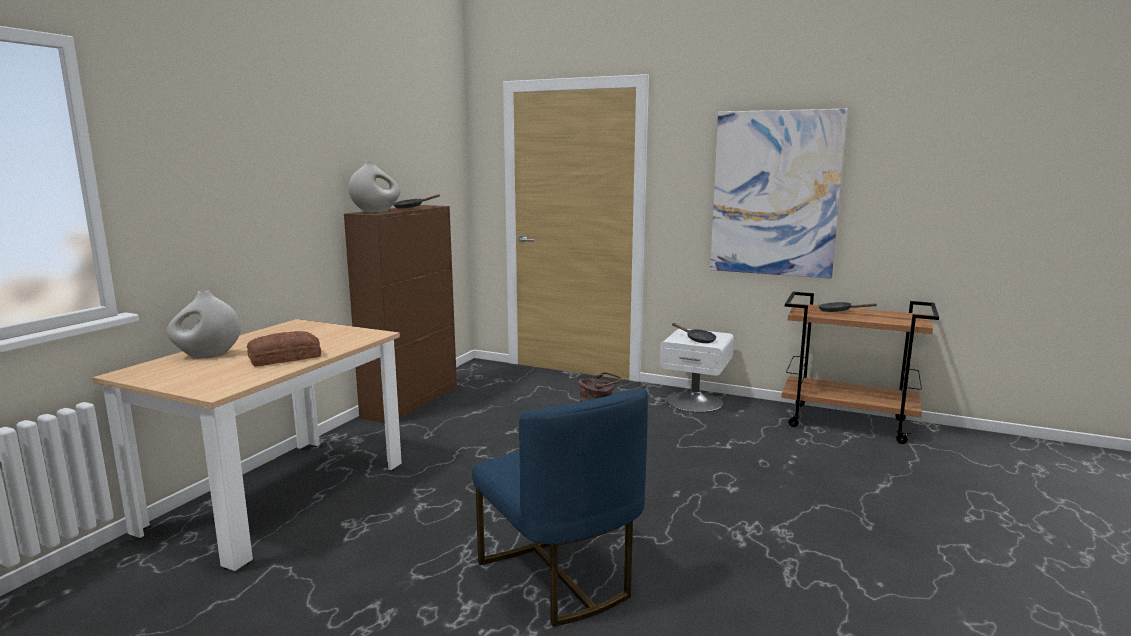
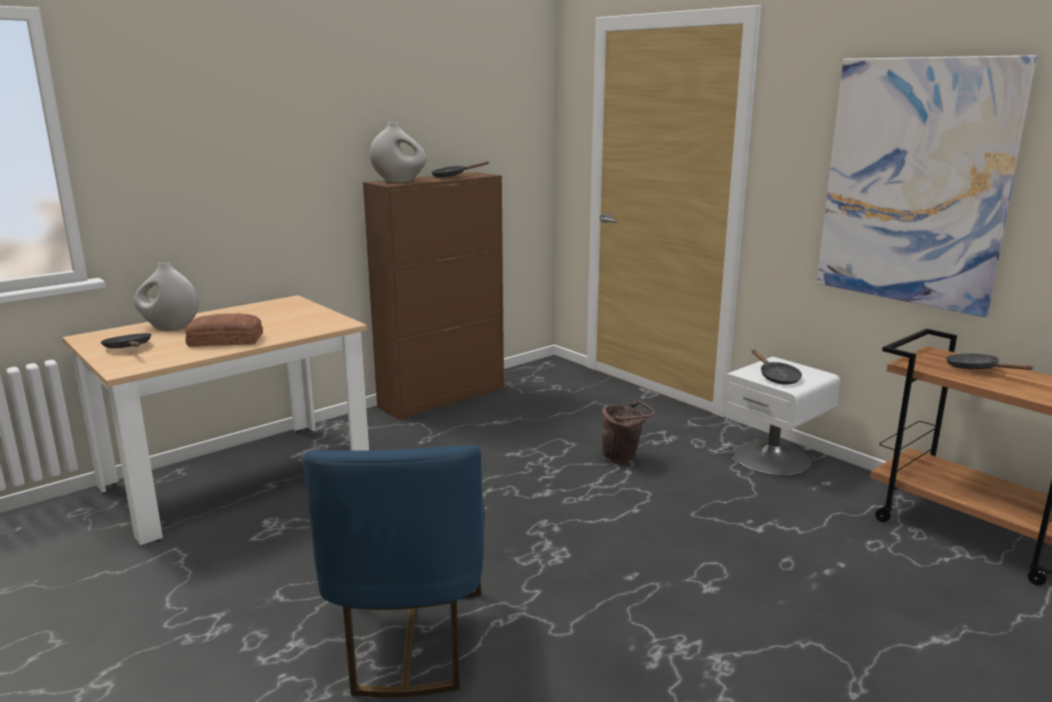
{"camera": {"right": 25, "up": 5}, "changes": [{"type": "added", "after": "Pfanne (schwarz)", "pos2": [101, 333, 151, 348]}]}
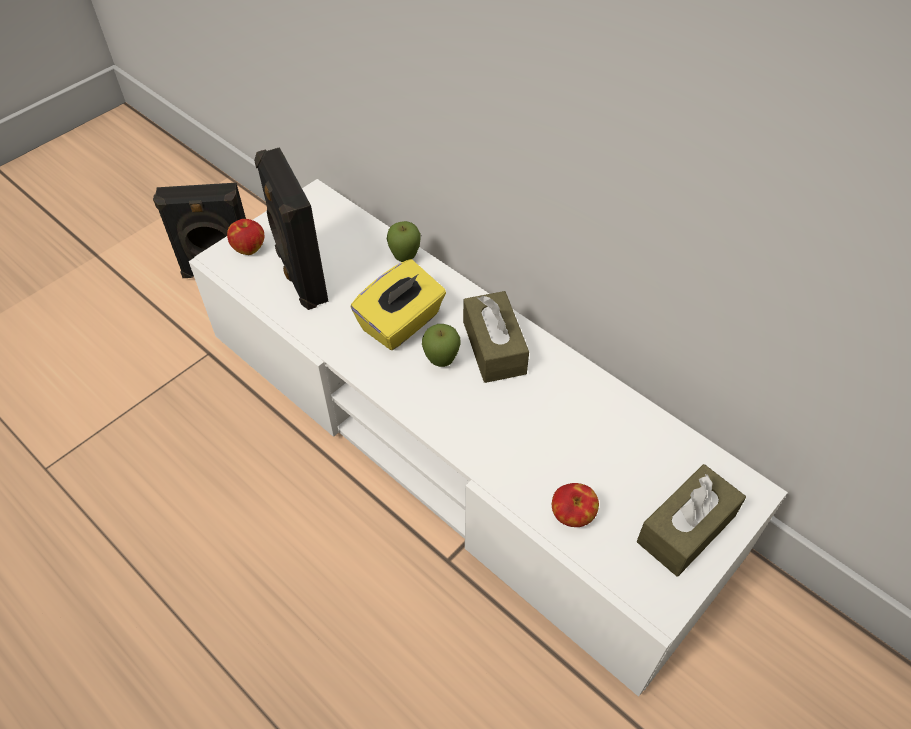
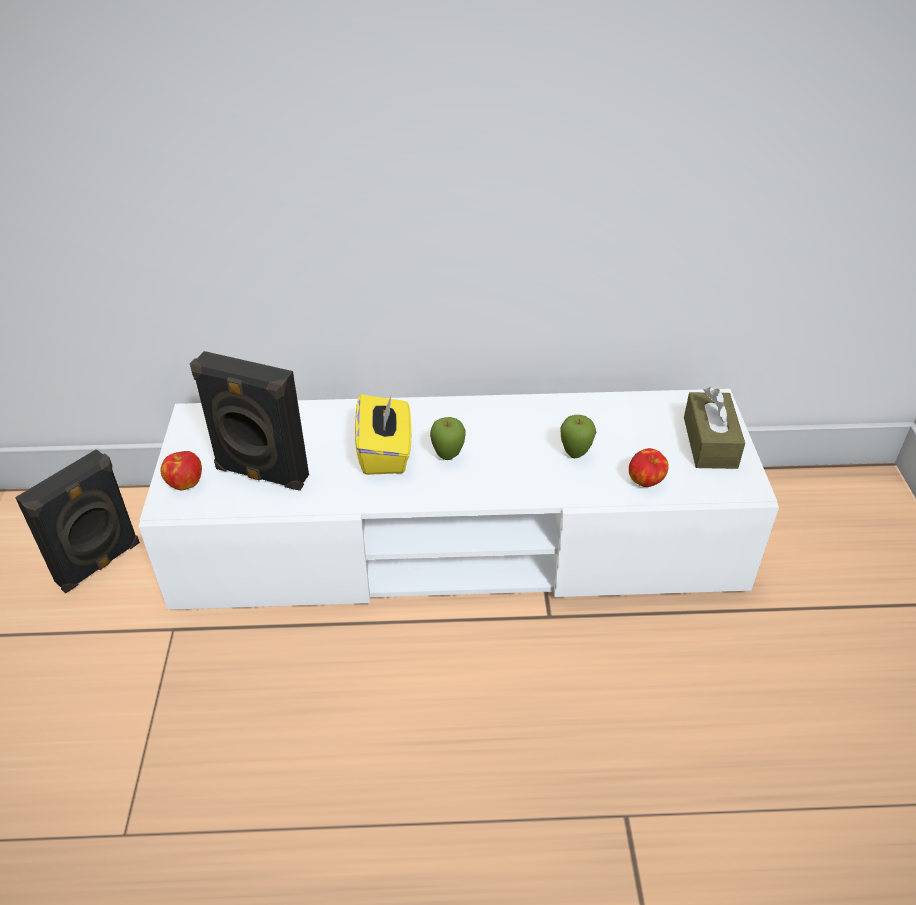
{"camera": {"right": -45, "up": -10}, "changes": [{"type": "moved", "before": "Apfel", "pos1": [387, 221, 421, 262], "pos2": [560, 415, 596, 458]}, {"type": "removed", "before": "Taschentuchbox (braun)", "pos1": [463, 291, 529, 383]}]}
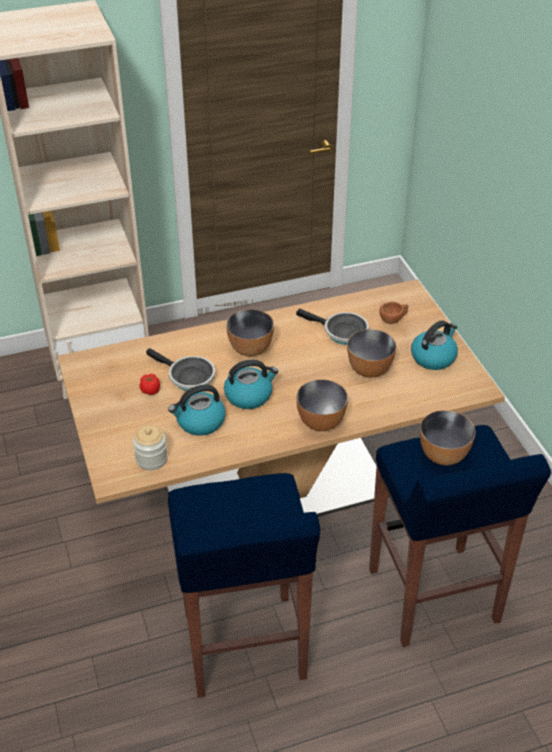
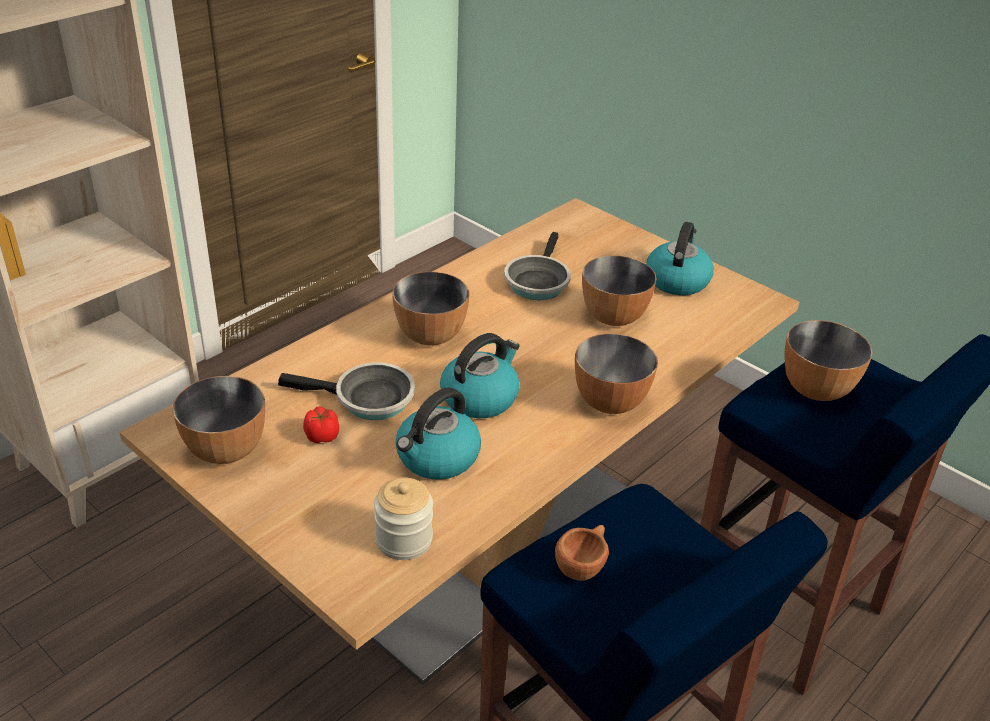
{"camera": {"right": -30, "up": -5}, "changes": [{"type": "moved", "before": "Tasse (braun)", "pos1": [379, 301, 408, 324], "pos2": [555, 525, 609, 581]}, {"type": "turned", "before": "Pfanne", "pos1": [296, 308, 369, 345], "pos2": [504, 232, 571, 300], "turn": 105}, {"type": "added", "after": "Schüssel", "pos2": [172, 376, 265, 464]}]}
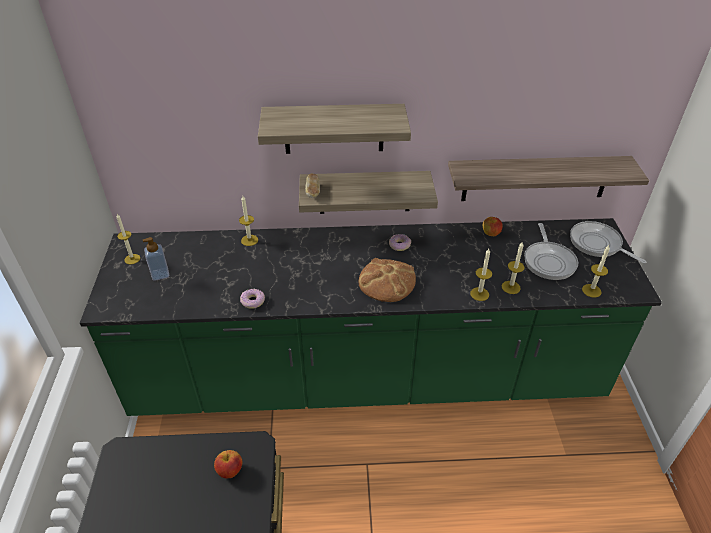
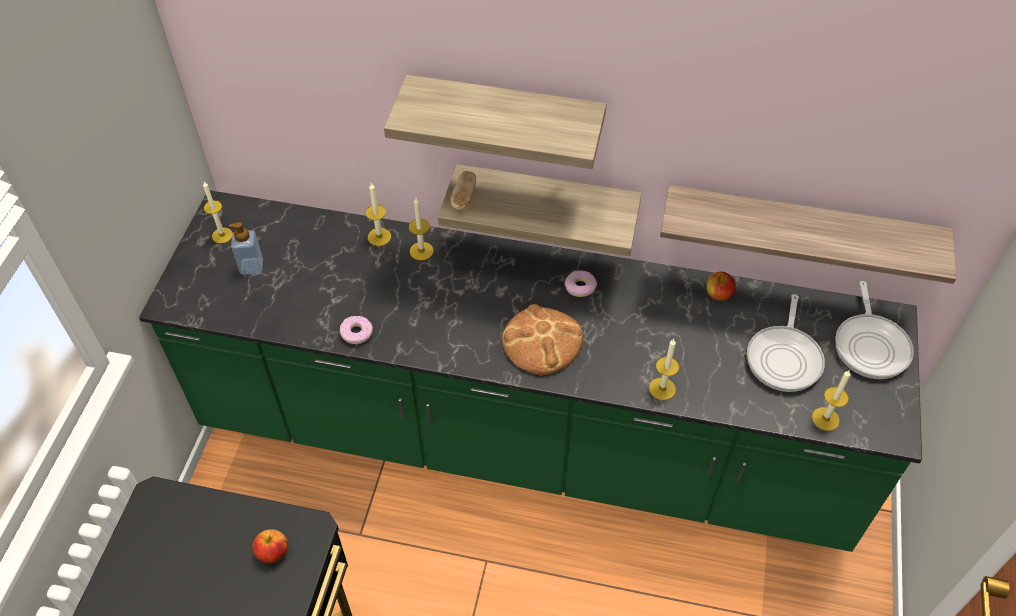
{"camera": {"right": 15, "up": 10}, "changes": [{"type": "turned", "before": "Pfanne", "pos1": [570, 221, 646, 264], "pos2": [835, 281, 914, 379], "turn": -150}, {"type": "moved", "before": "Kerze", "pos1": [502, 242, 525, 294], "pos2": [409, 198, 434, 260]}]}
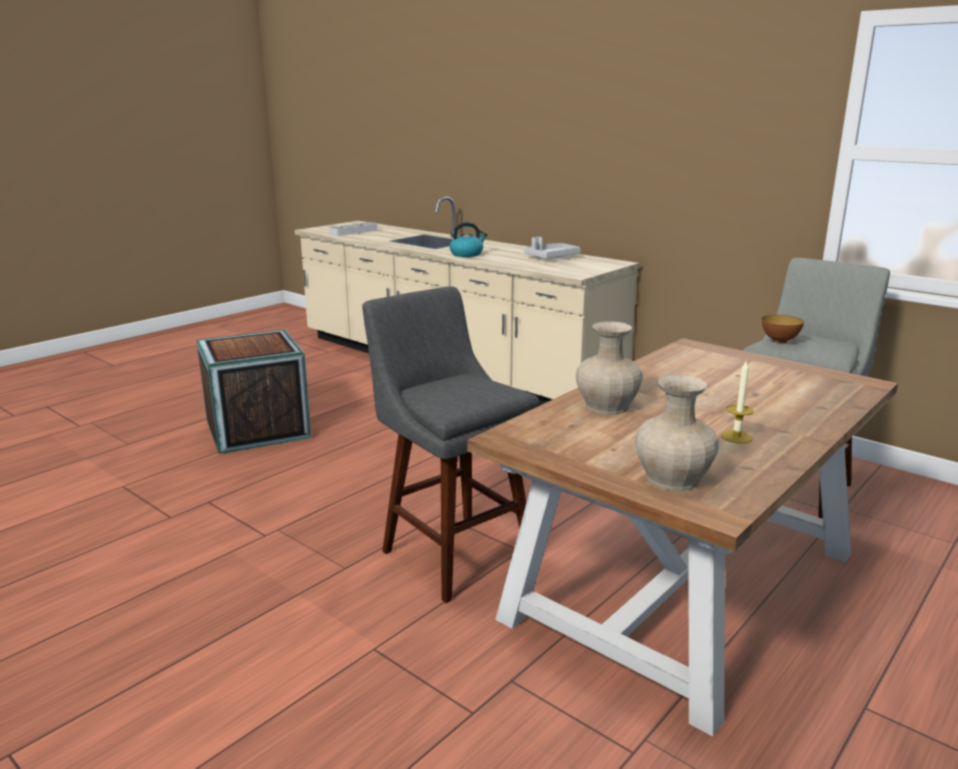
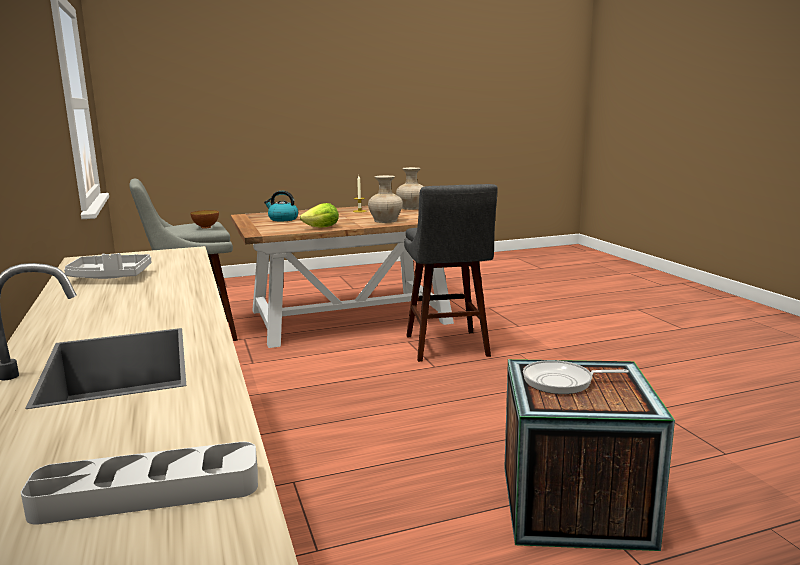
{"camera": {"right": -150, "up": -5}, "changes": [{"type": "moved", "before": "Wasserkessel", "pos1": [450, 222, 487, 257], "pos2": [264, 191, 298, 221]}, {"type": "added", "after": "Salatkopf", "pos2": [300, 203, 339, 228]}, {"type": "added", "after": "Pfanne", "pos2": [523, 360, 629, 394]}]}
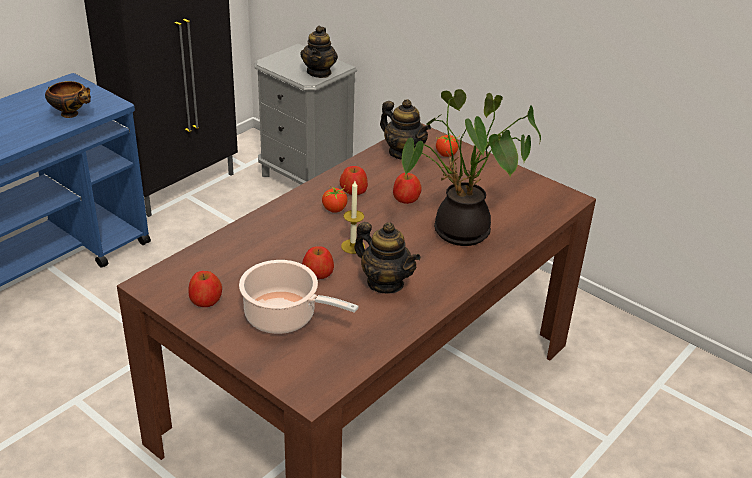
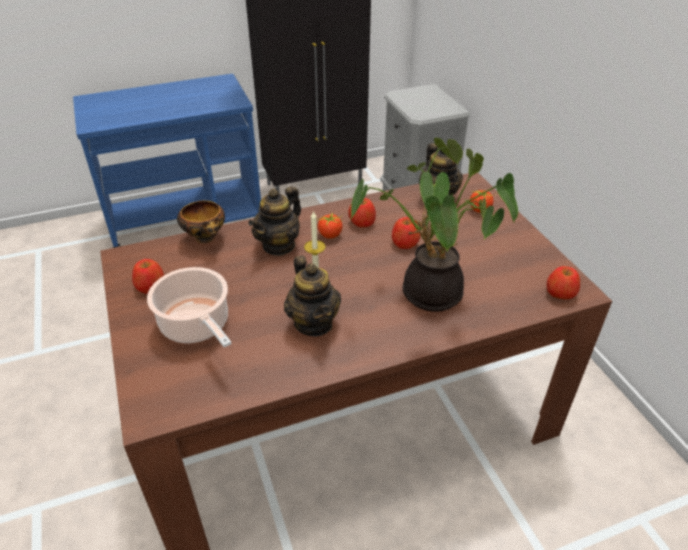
{"camera": {"right": 30, "up": 5}, "changes": [{"type": "moved", "before": "Teekanne", "pos1": [300, 26, 338, 78], "pos2": [248, 186, 301, 256]}, {"type": "moved", "before": "Schüssel", "pos1": [45, 81, 91, 118], "pos2": [177, 200, 225, 243]}, {"type": "moved", "before": "Apfel", "pos1": [302, 246, 334, 279], "pos2": [546, 266, 580, 299]}]}
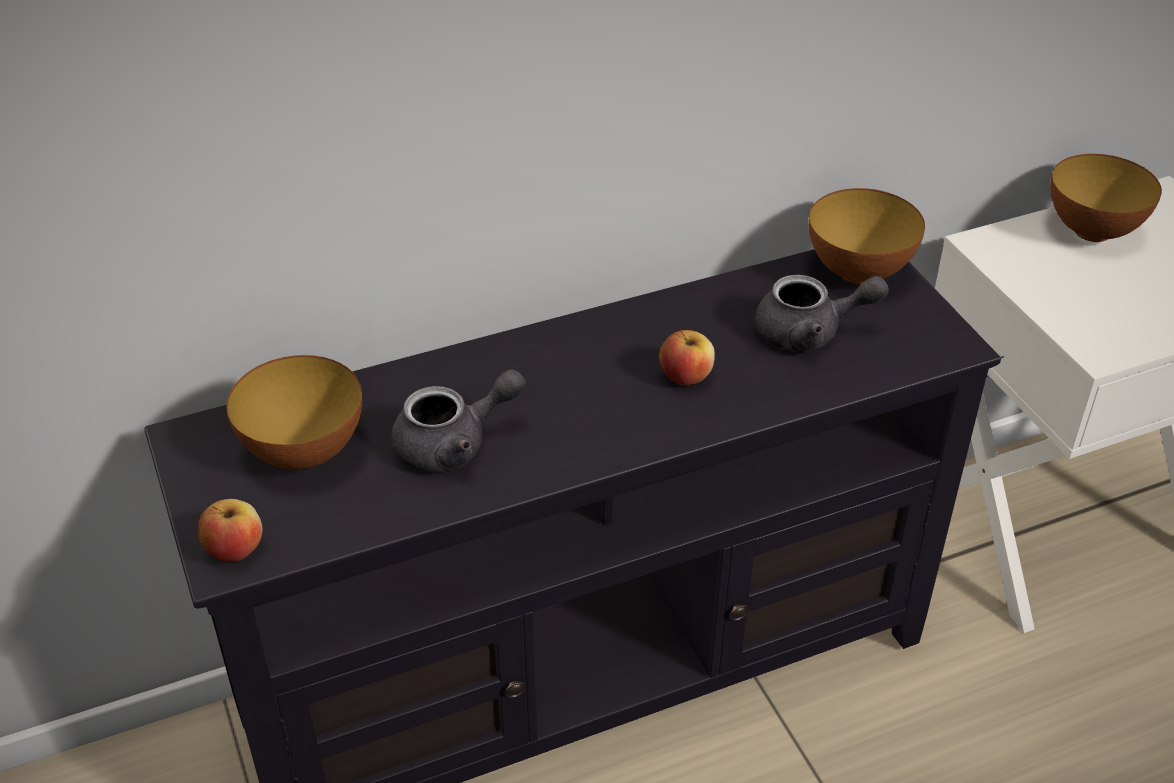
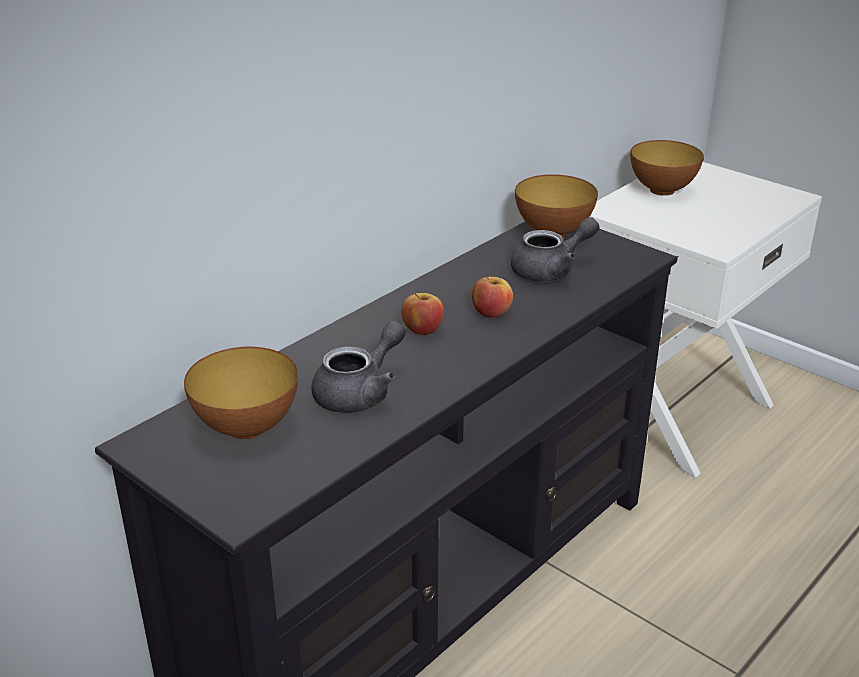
{"camera": {"right": -25, "up": -10}, "changes": [{"type": "moved", "before": "Apfel", "pos1": [198, 499, 262, 562], "pos2": [402, 293, 444, 335]}]}
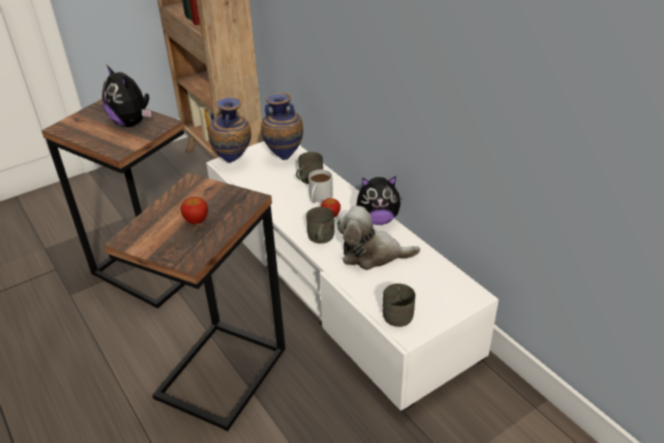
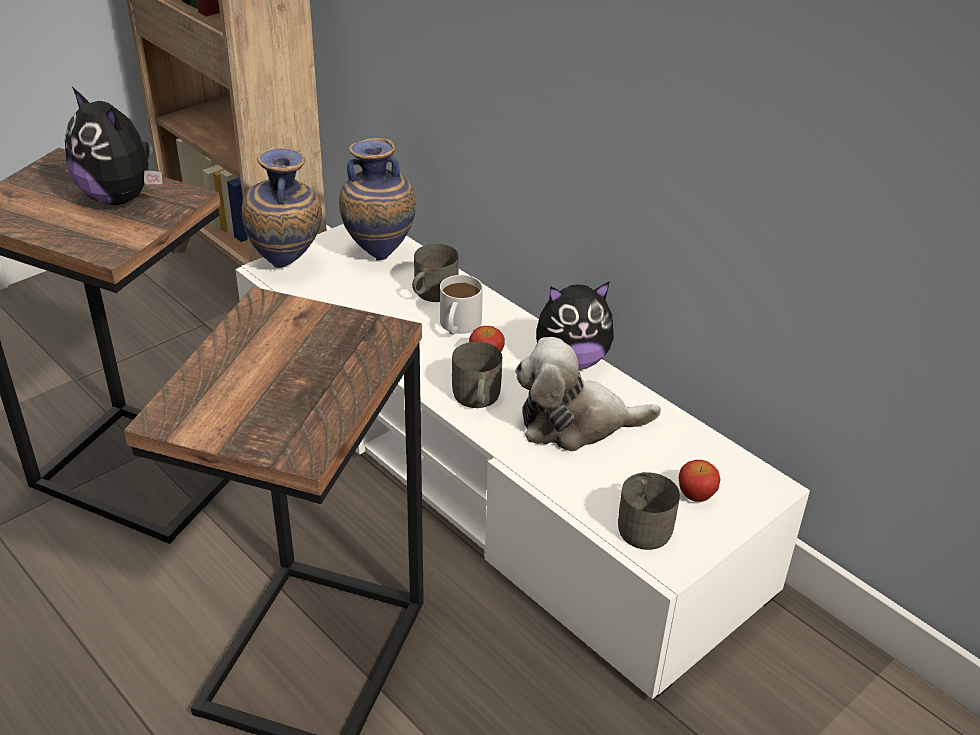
{"camera": {"right": -10, "up": 0}, "changes": [{"type": "moved", "before": "Apfel", "pos1": [181, 197, 208, 224], "pos2": [679, 460, 720, 502]}]}
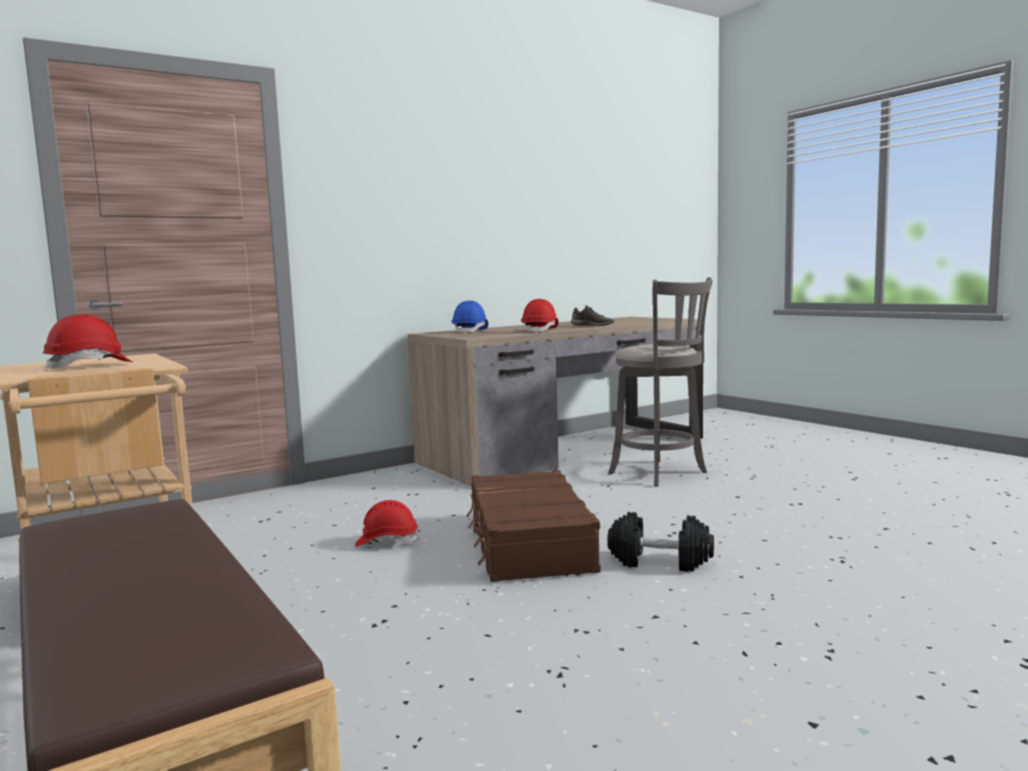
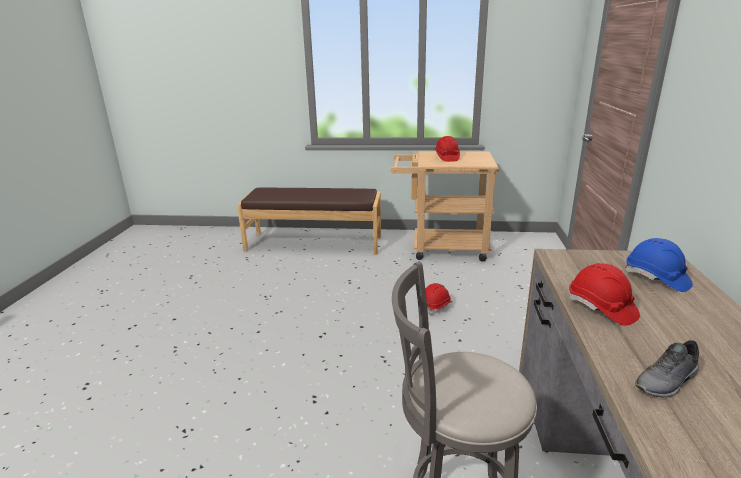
{"camera": {"right": 130, "up": 15}, "changes": [{"type": "removed", "before": "Koffer (braun)", "pos1": [466, 470, 601, 582]}, {"type": "removed", "before": "Hantel (schwarz)", "pos1": [607, 512, 714, 572]}]}
